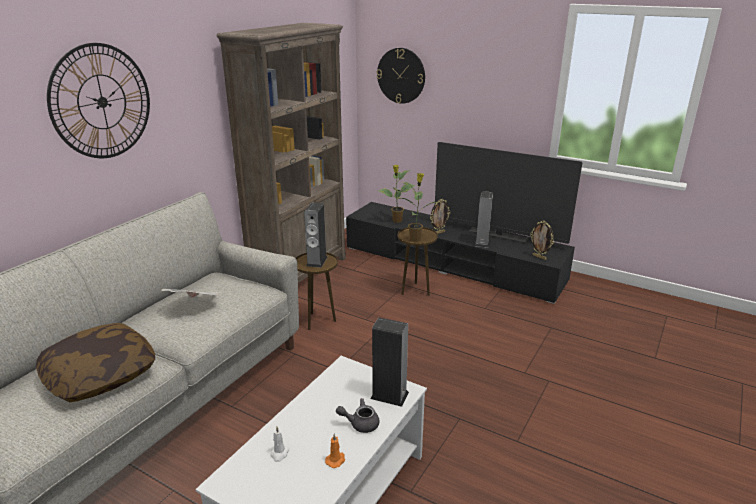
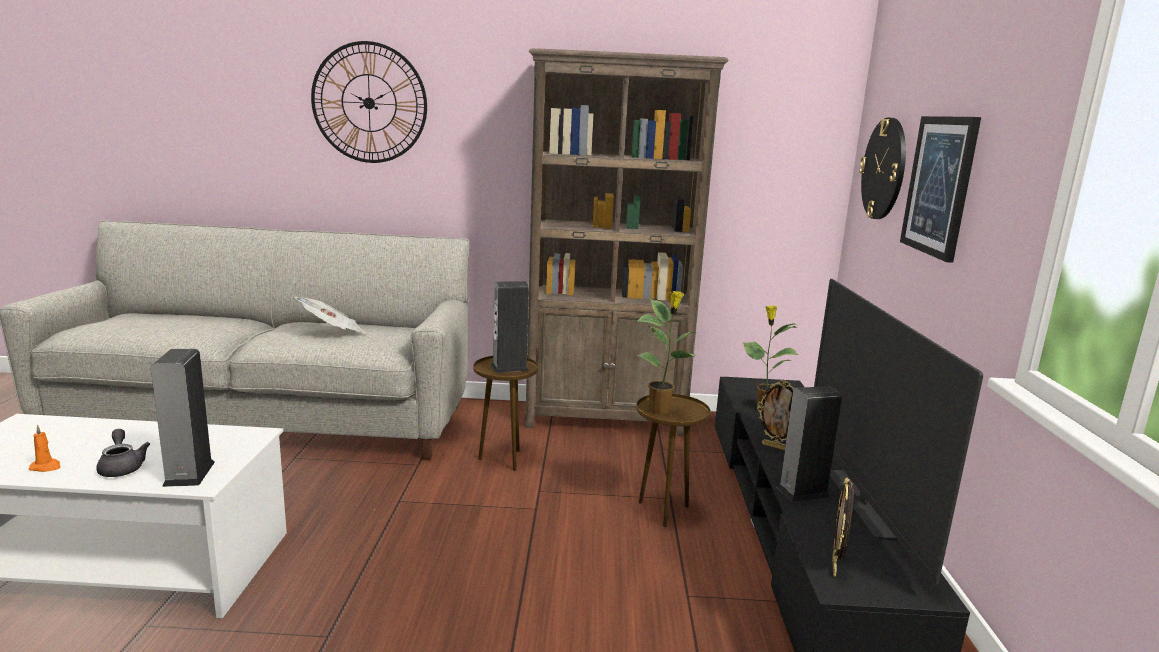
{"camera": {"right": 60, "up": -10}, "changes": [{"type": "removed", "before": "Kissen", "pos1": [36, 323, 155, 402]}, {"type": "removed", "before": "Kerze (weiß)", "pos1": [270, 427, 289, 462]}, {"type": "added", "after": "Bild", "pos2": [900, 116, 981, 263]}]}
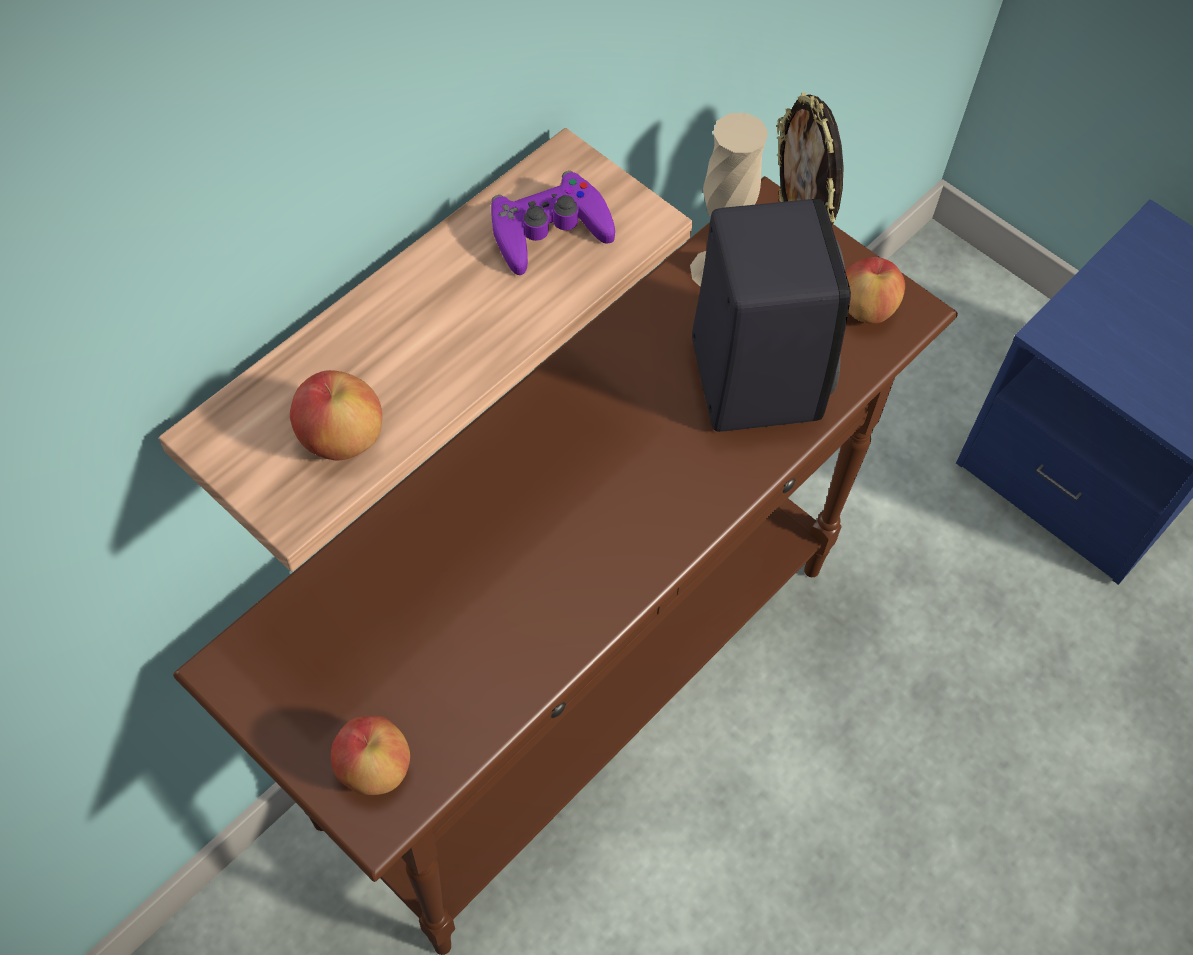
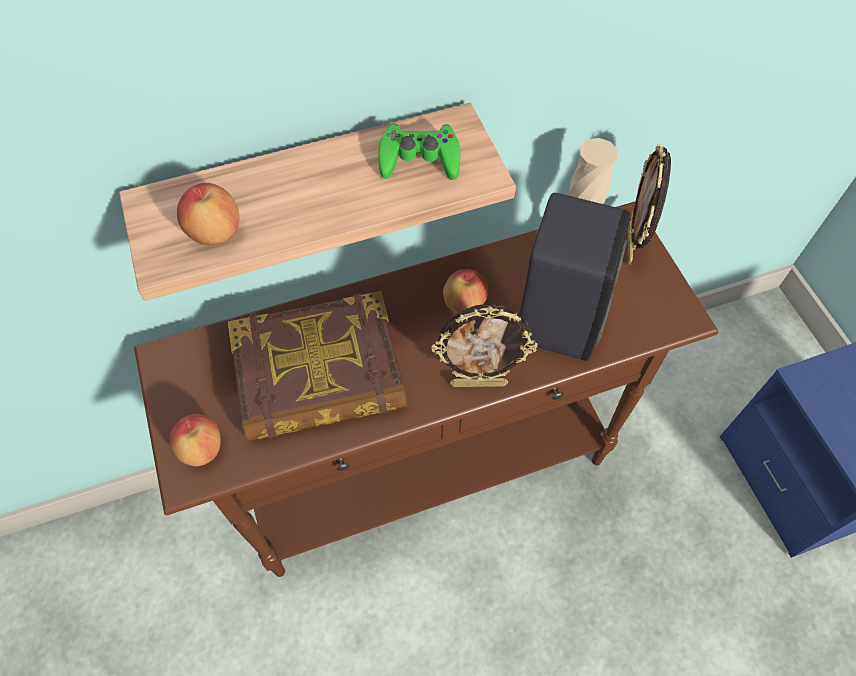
{"camera": {"right": 30, "up": 0}, "changes": [{"type": "recoloured", "before": "Gamepad (lila)", "after": "Gamepad (grün)", "pos1": [491, 171, 615, 275], "pos2": [378, 124, 460, 180]}, {"type": "moved", "before": "Apfel", "pos1": [846, 257, 905, 324], "pos2": [443, 269, 488, 313]}, {"type": "added", "after": "Buch", "pos2": [228, 291, 407, 441]}, {"type": "added", "after": "Bilderrahmen", "pos2": [431, 304, 538, 387]}]}
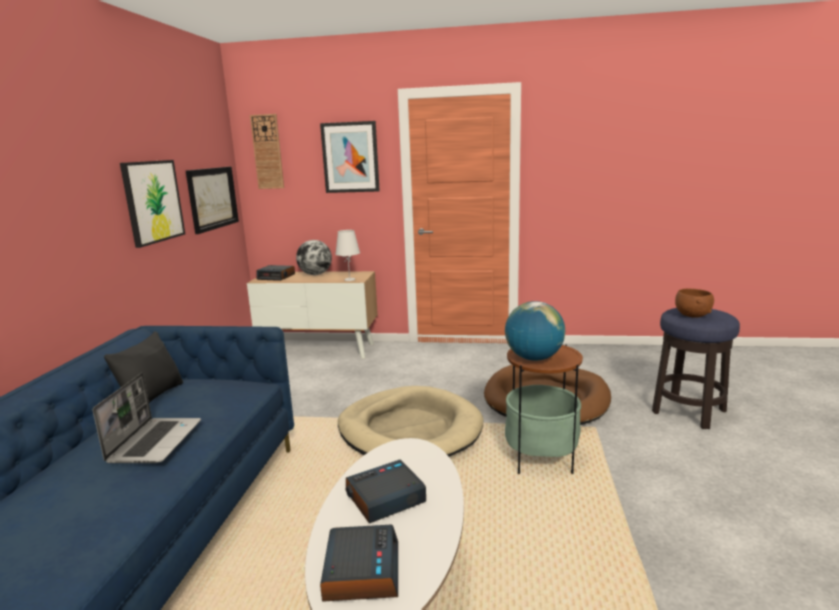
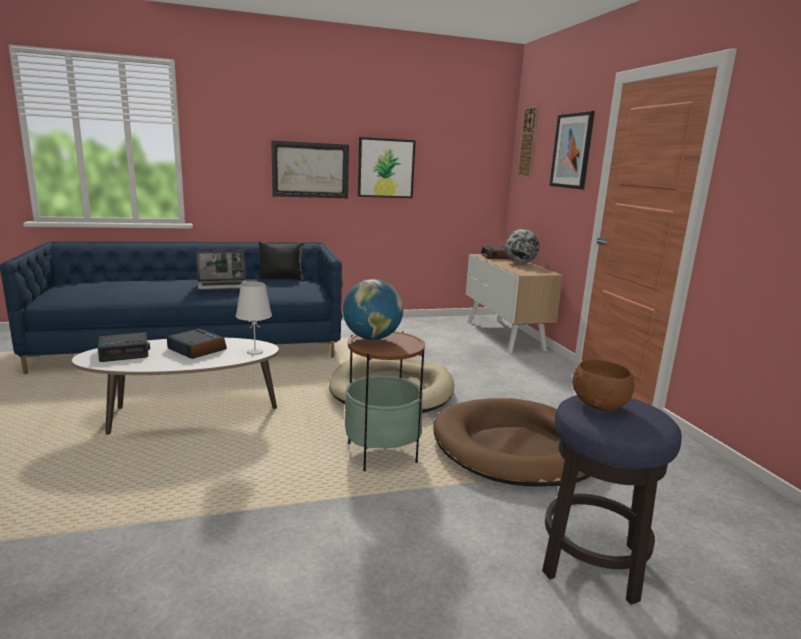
{"camera": {"right": 65, "up": 0}, "changes": [{"type": "moved", "before": "Bild", "pos1": [186, 167, 239, 234], "pos2": [271, 141, 349, 198]}, {"type": "moved", "before": "Tischlampe (weiß)", "pos1": [335, 230, 360, 281], "pos2": [236, 282, 272, 355]}]}
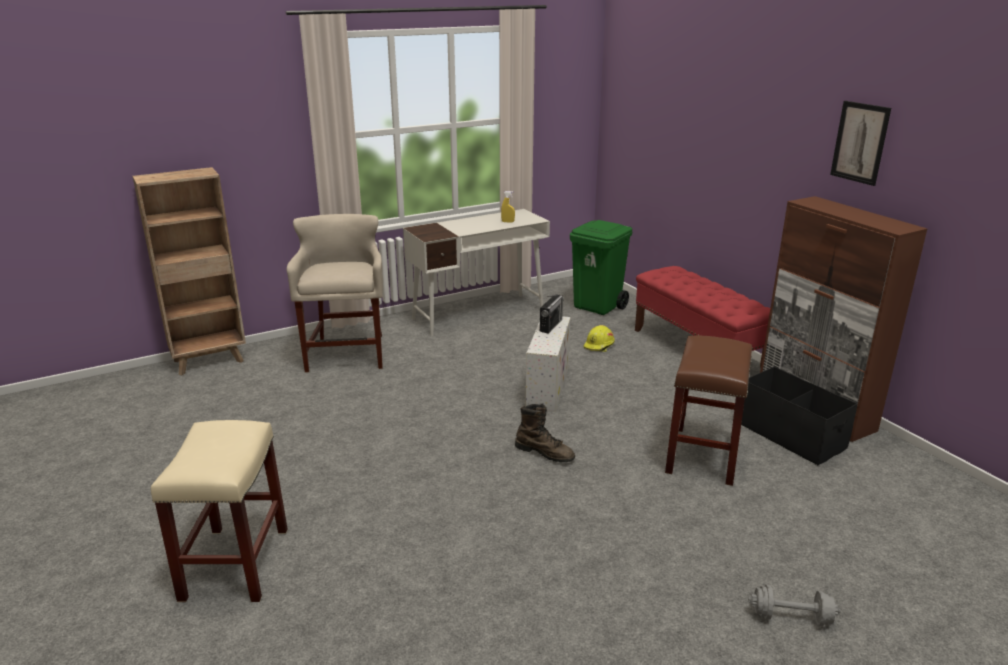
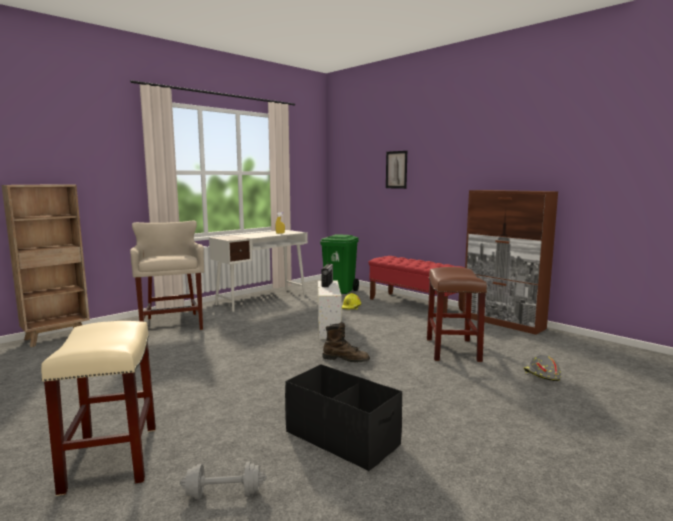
{"camera": {"right": -15, "up": -15}, "changes": [{"type": "moved", "before": "Bild", "pos1": [830, 101, 891, 186], "pos2": [386, 151, 407, 189]}, {"type": "moved", "before": "Aufbewahrungsbox (schwarz)", "pos1": [741, 367, 858, 466], "pos2": [285, 364, 402, 471]}, {"type": "moved", "before": "Hantel (grau)", "pos1": [748, 585, 841, 626], "pos2": [180, 461, 267, 499]}, {"type": "added", "after": "Schutzhelm (grau)", "pos2": [524, 355, 561, 381]}]}
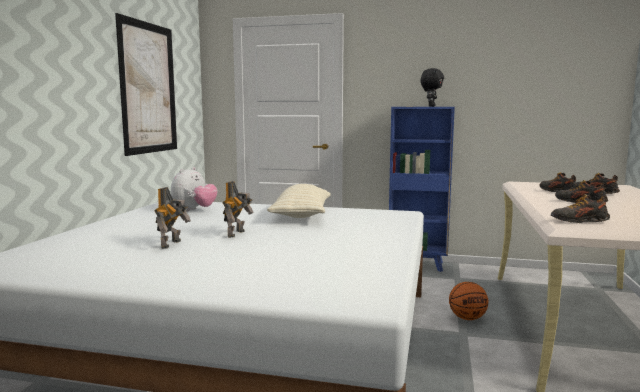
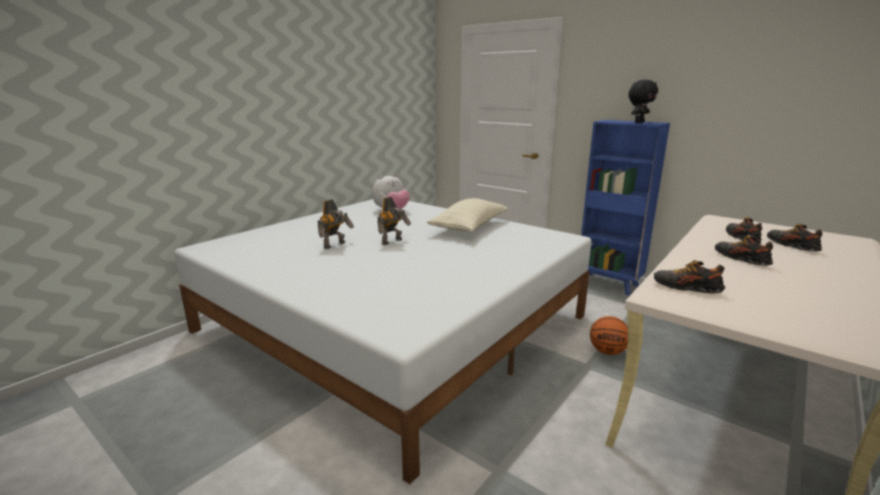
{"camera": {"right": 25, "up": 10}, "changes": [{"type": "removed", "before": "Bild", "pos1": [115, 13, 177, 156]}]}
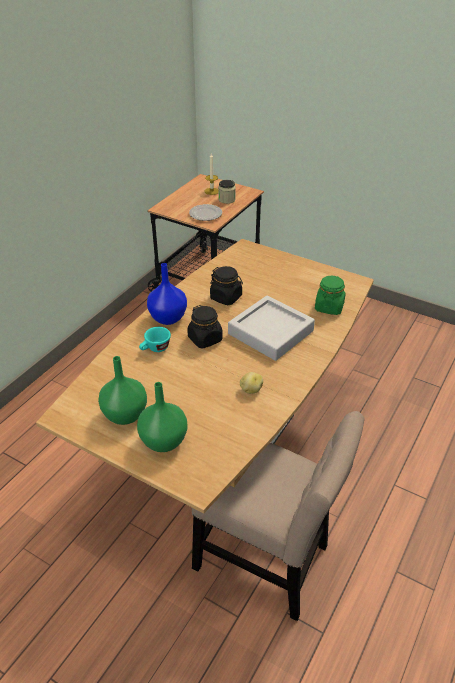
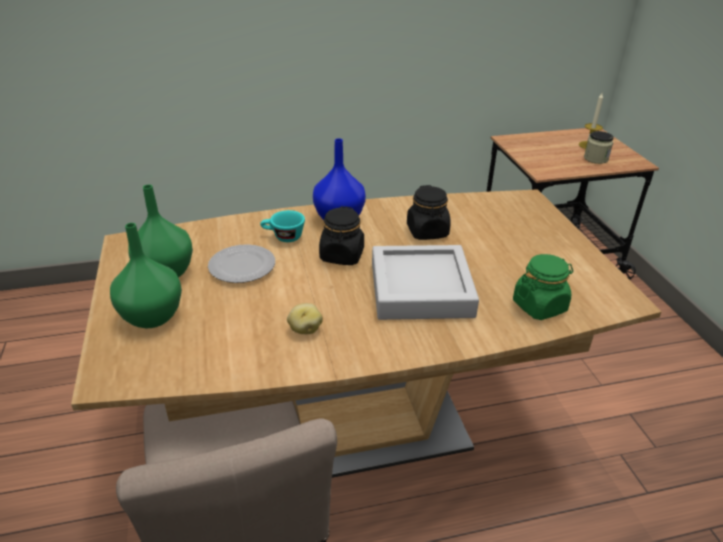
{"camera": {"right": 45, "up": -5}, "changes": [{"type": "moved", "before": "Teller", "pos1": [189, 204, 222, 221], "pos2": [208, 244, 275, 283]}]}
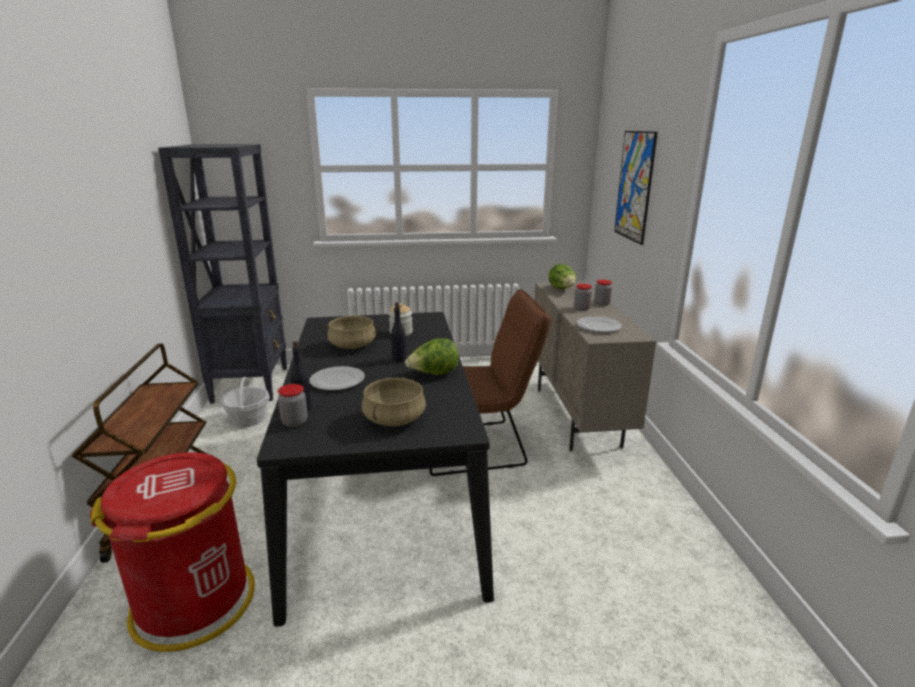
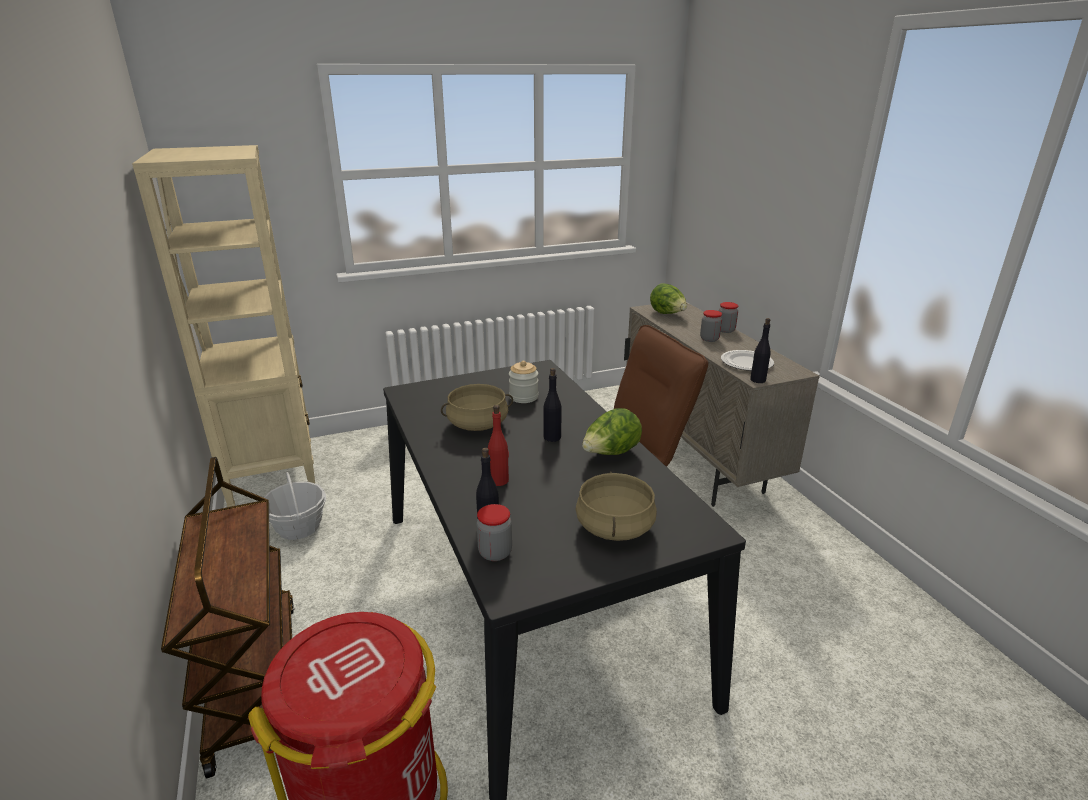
{"camera": {"right": -15, "up": 5}, "changes": [{"type": "removed", "before": "Bild", "pos1": [614, 131, 658, 245]}, {"type": "recoloured", "before": "Bücherregal (schwarz)", "after": "Bücherregal (beige)", "pos1": [158, 144, 287, 404], "pos2": [132, 145, 315, 507]}, {"type": "replaced", "before": "Teller", "after": "Flasche (rot)", "pos1": [309, 366, 365, 390], "pos2": [488, 405, 509, 486]}, {"type": "added", "after": "Flasche (schwarz)", "pos2": [750, 318, 771, 383]}]}
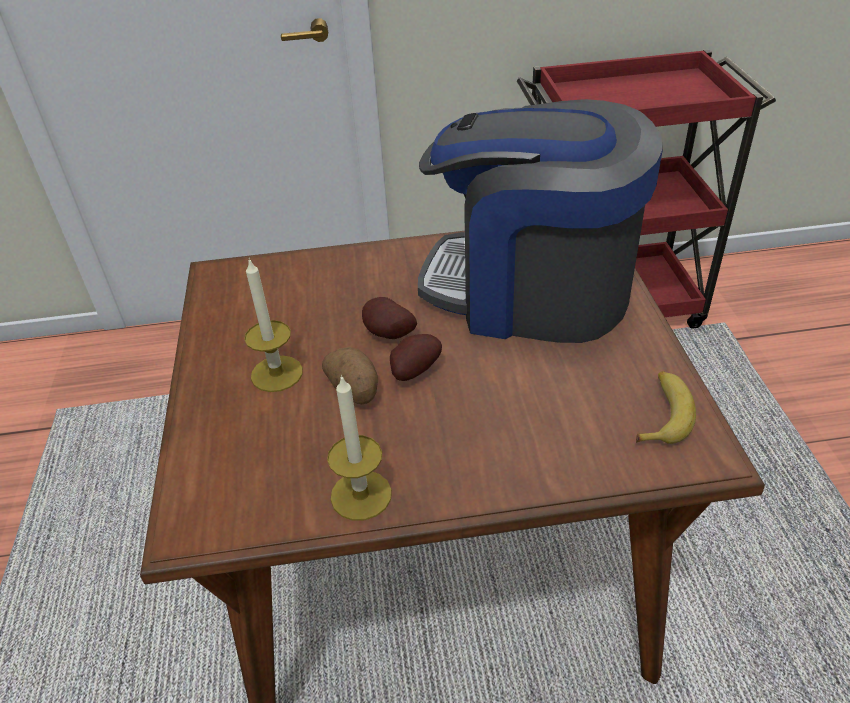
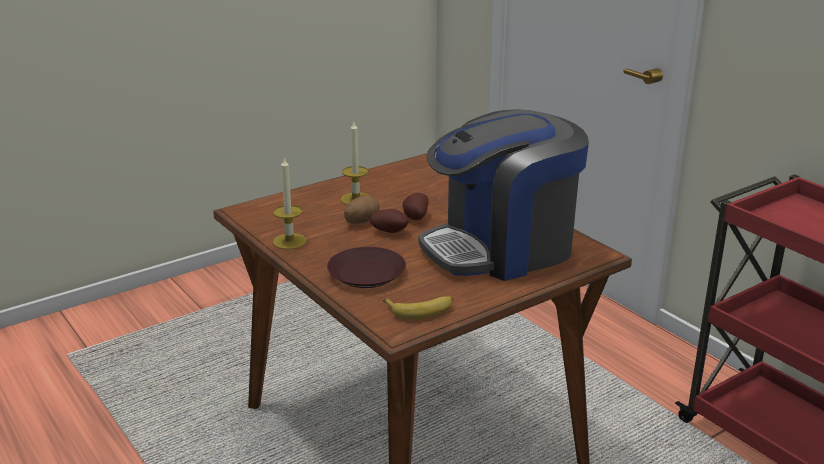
{"camera": {"right": 60, "up": -15}, "changes": [{"type": "turned", "before": "Kaffeemaschine", "pos1": [418, 99, 663, 343], "pos2": [419, 109, 589, 281], "turn": -105}, {"type": "added", "after": "Teller (braun)", "pos2": [327, 247, 406, 288]}]}
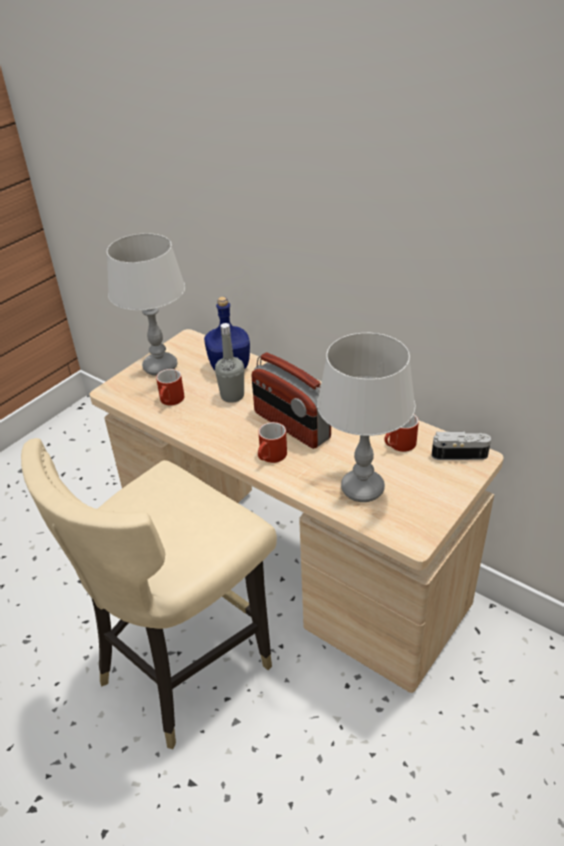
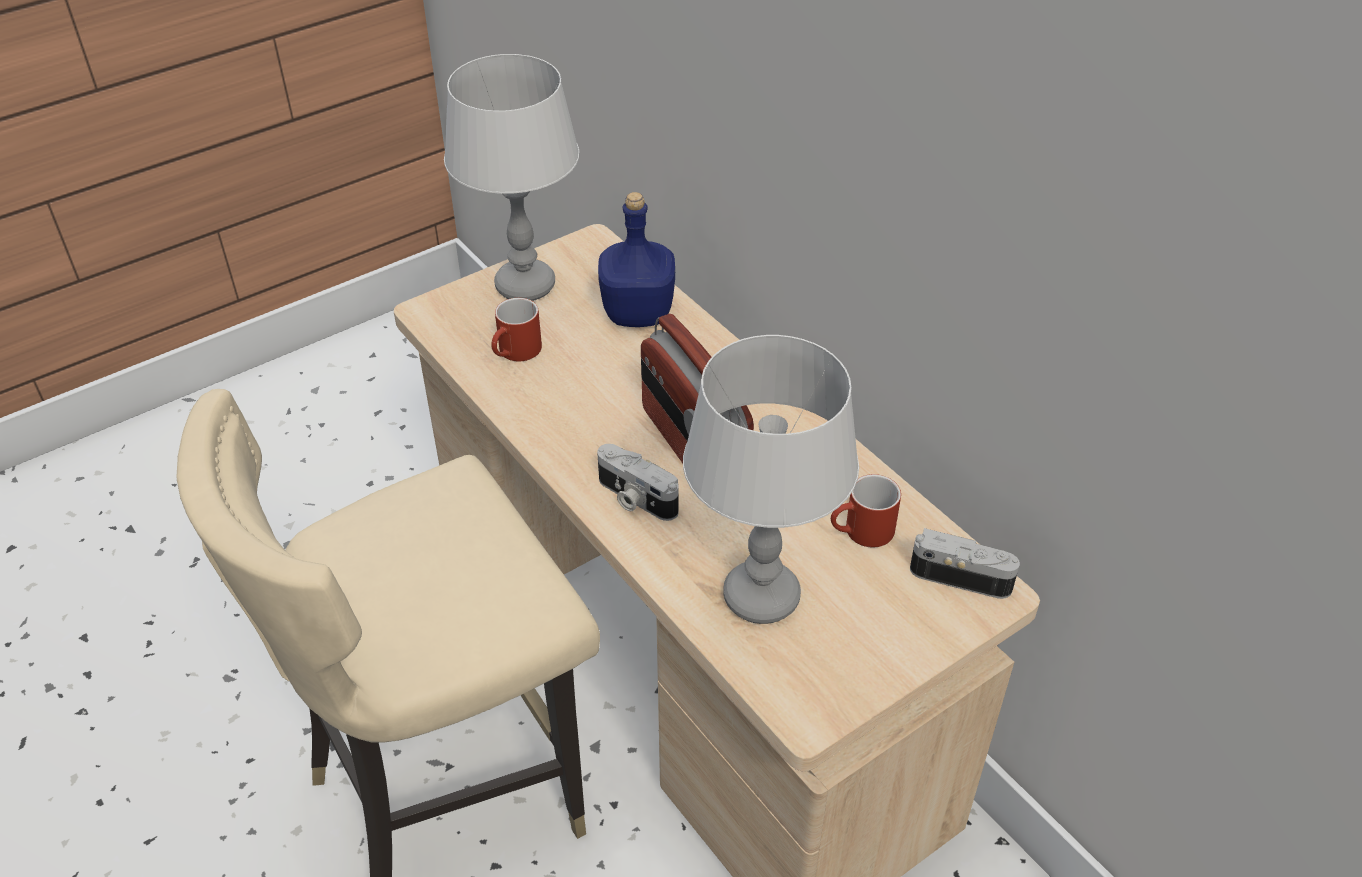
{"camera": {"right": 15, "up": 5}, "changes": [{"type": "removed", "before": "Flasche (grau)", "pos1": [215, 323, 244, 403]}, {"type": "replaced", "before": "Henkelbecher (rot)", "after": "Kamera", "pos1": [258, 422, 287, 463], "pos2": [597, 444, 679, 521]}]}
